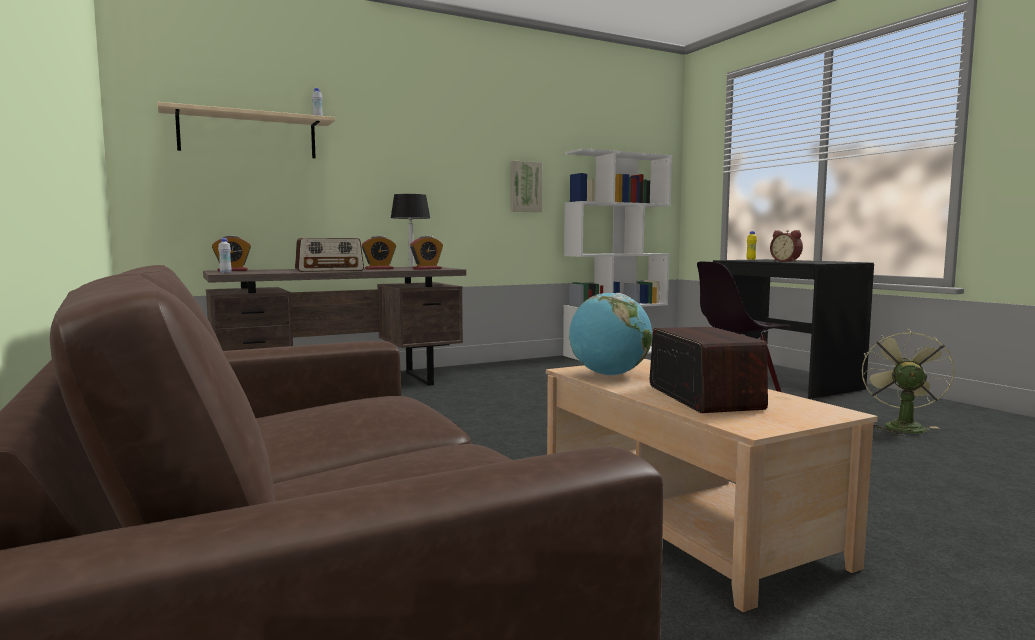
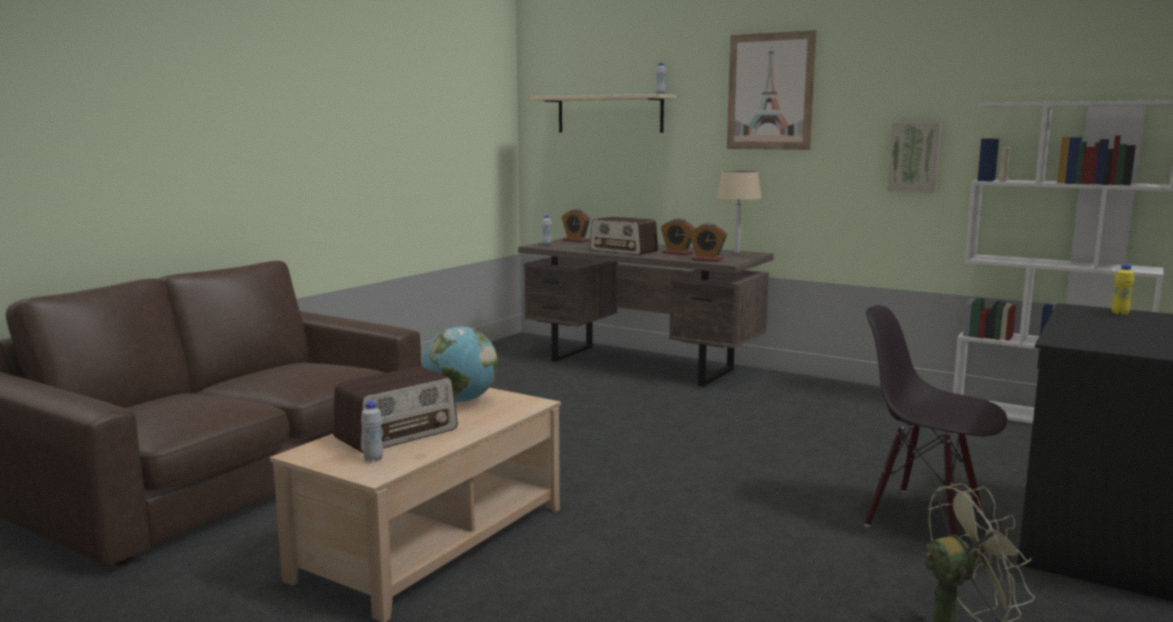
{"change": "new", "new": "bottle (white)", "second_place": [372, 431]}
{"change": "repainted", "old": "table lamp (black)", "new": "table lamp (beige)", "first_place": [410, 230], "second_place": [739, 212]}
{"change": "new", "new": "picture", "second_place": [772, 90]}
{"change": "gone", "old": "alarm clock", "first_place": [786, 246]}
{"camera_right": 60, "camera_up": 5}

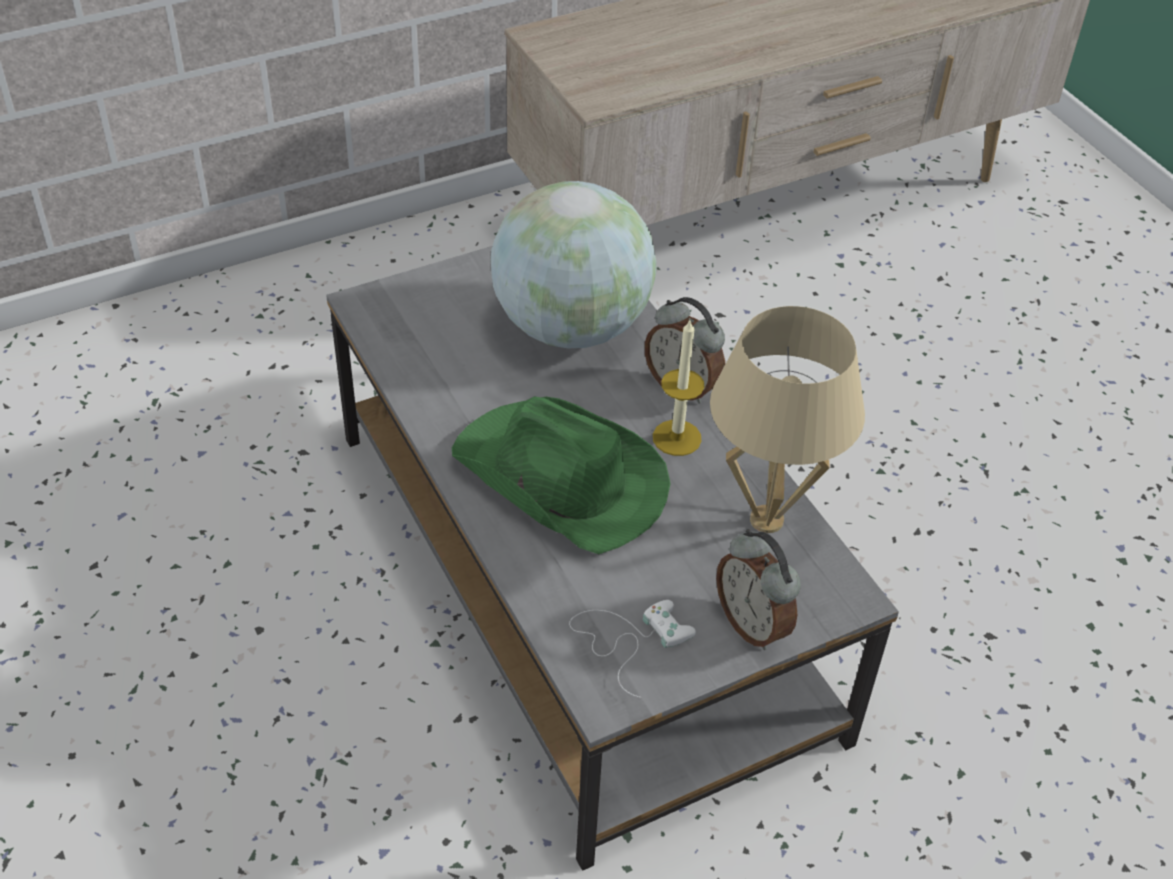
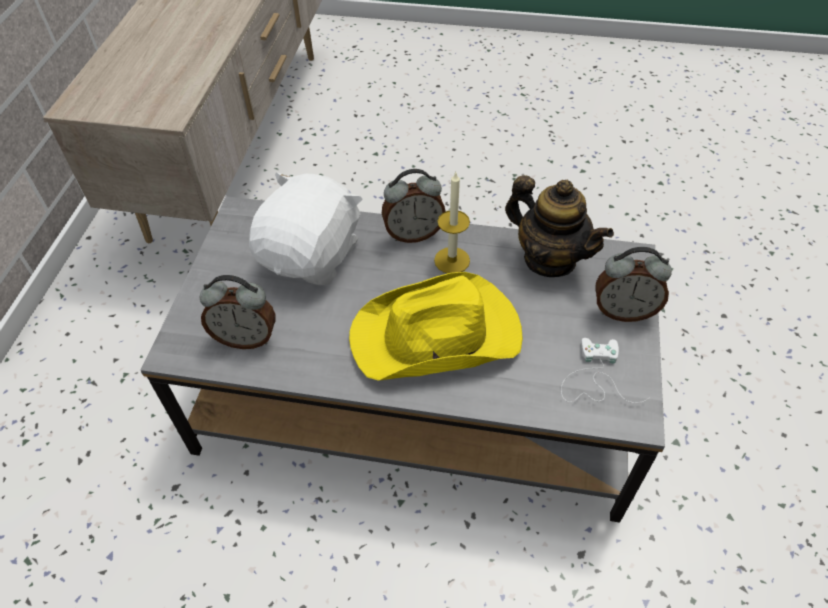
{"change": "new", "new": "alarm clock", "second_place": [237, 312]}
{"change": "swapped", "old": "globe", "new": "plush toy (white)", "first_place": [574, 264], "second_place": [306, 228]}
{"change": "repainted", "old": "hat (green)", "new": "hat (yellow)", "first_place": [561, 475], "second_place": [436, 326]}
{"change": "swapped", "old": "table lamp (beige)", "new": "teapot", "first_place": [787, 419], "second_place": [559, 226]}
{"camera_right": -50, "camera_up": 5}

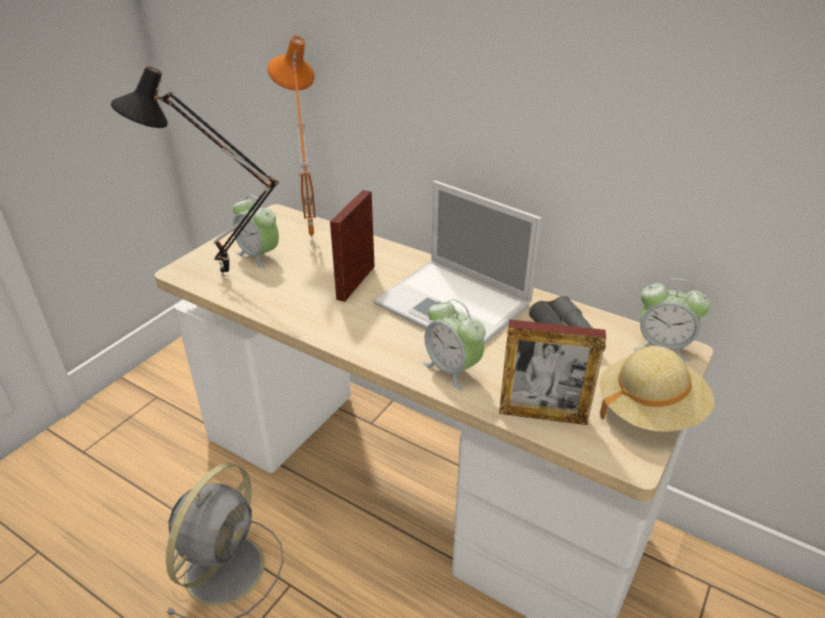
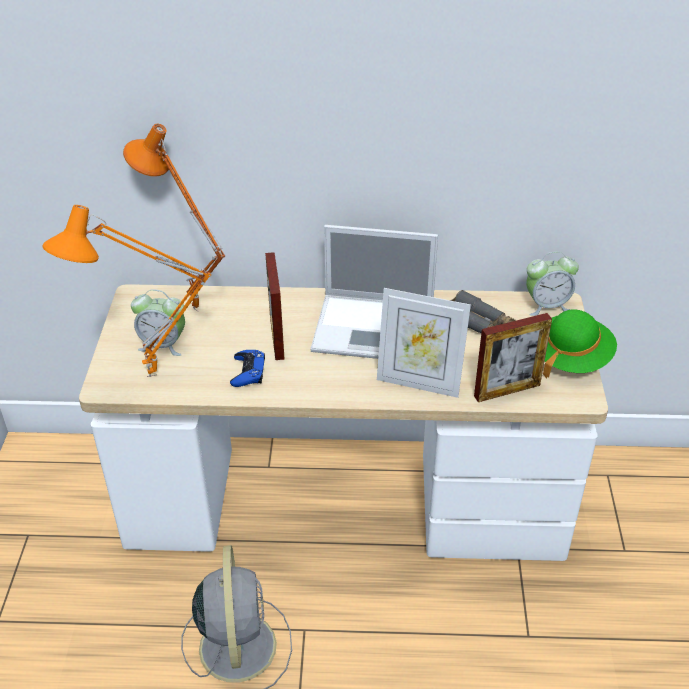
{"change": "repainted", "old": "table lamp (black)", "new": "table lamp (orange)", "first_place": [195, 171], "second_place": [126, 291]}
{"change": "new", "new": "game controller (blue)", "second_place": [247, 368]}
{"change": "swapped", "old": "alarm clock", "new": "picture frame", "first_place": [454, 345], "second_place": [424, 343]}
{"change": "repainted", "old": "hat (beige)", "new": "hat (green)", "first_place": [656, 389], "second_place": [580, 343]}
{"camera_right": -30, "camera_up": 5}

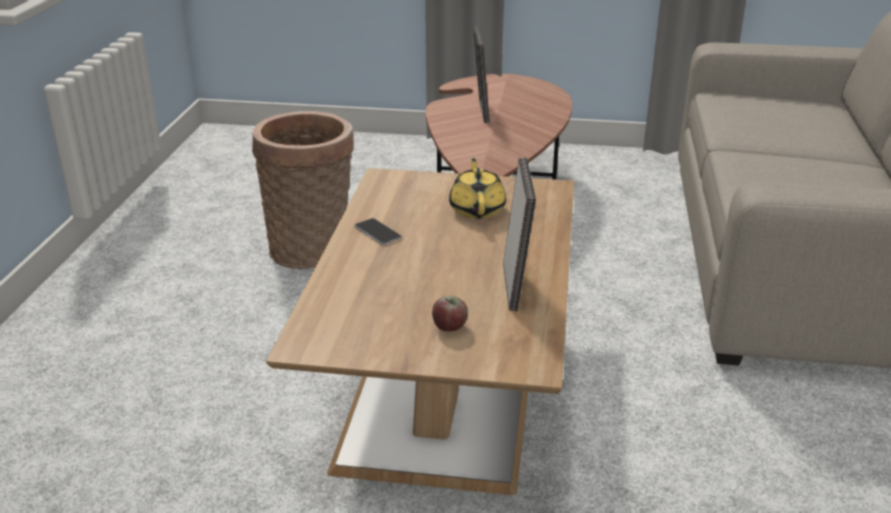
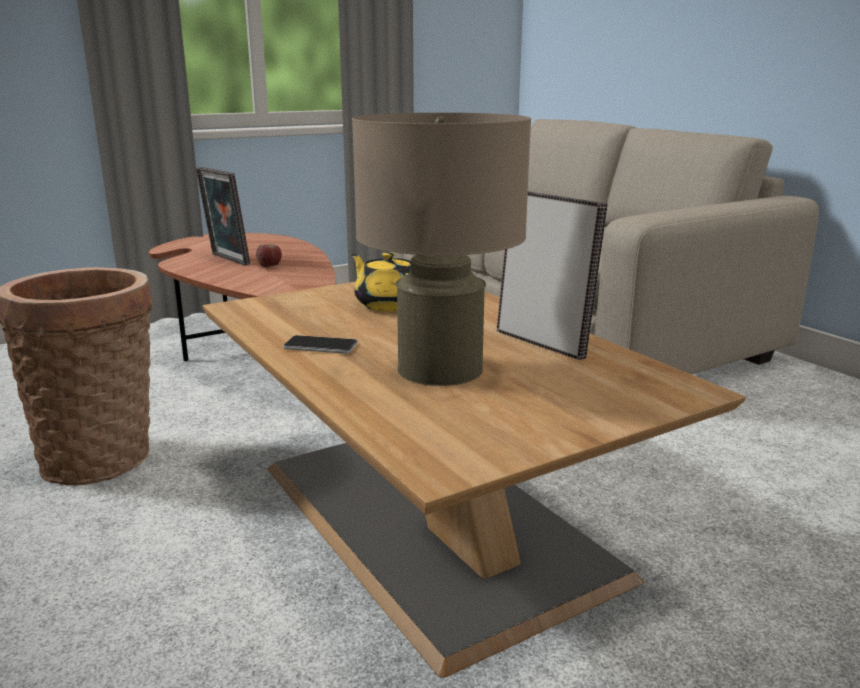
{"change": "shifted", "old": "apple", "first_place": [450, 313], "second_place": [269, 255]}
{"change": "new", "new": "table lamp (beige)", "second_place": [441, 249]}
{"camera_right": -40, "camera_up": -10}

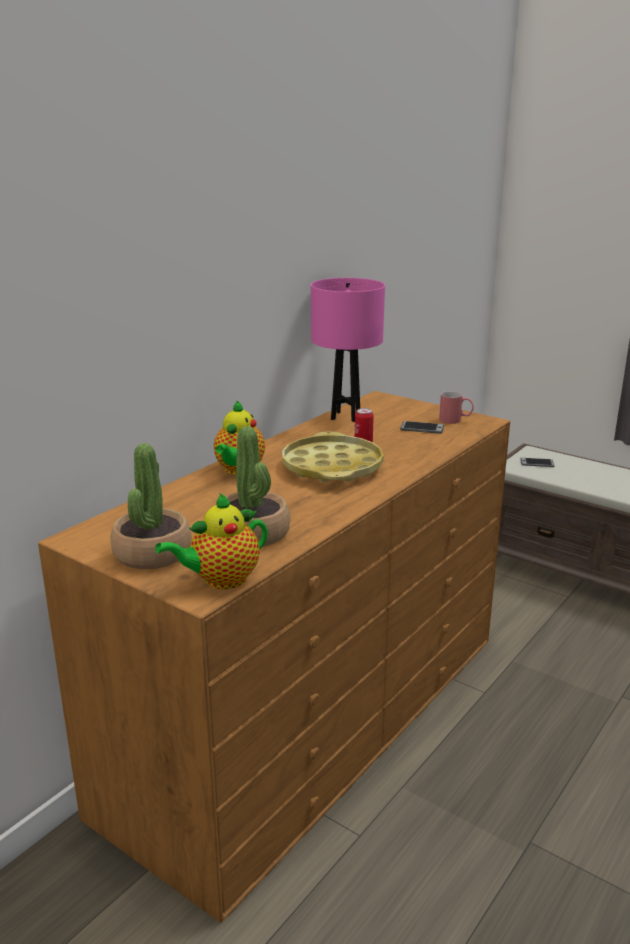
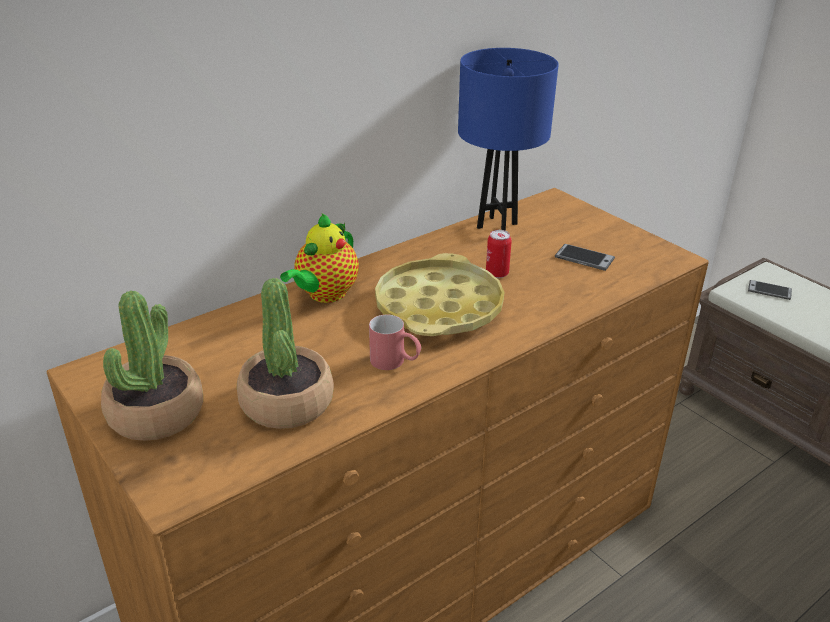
{"change": "shifted", "old": "mug (red)", "first_place": [456, 407], "second_place": [395, 342]}
{"change": "repainted", "old": "table lamp (pink)", "new": "table lamp (blue)", "first_place": [348, 350], "second_place": [508, 139]}
{"change": "gone", "old": "teapot", "first_place": [211, 541]}
{"camera_right": 15, "camera_up": 10}

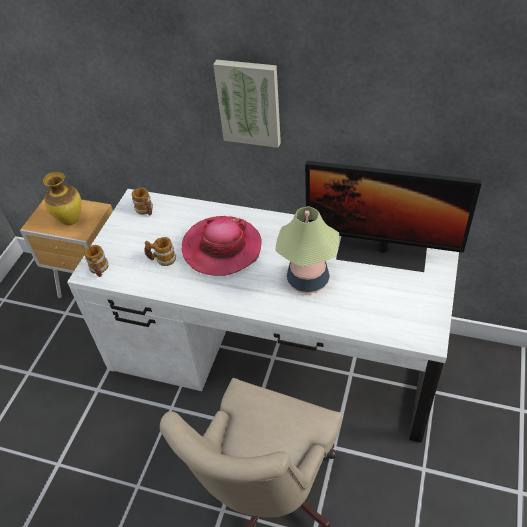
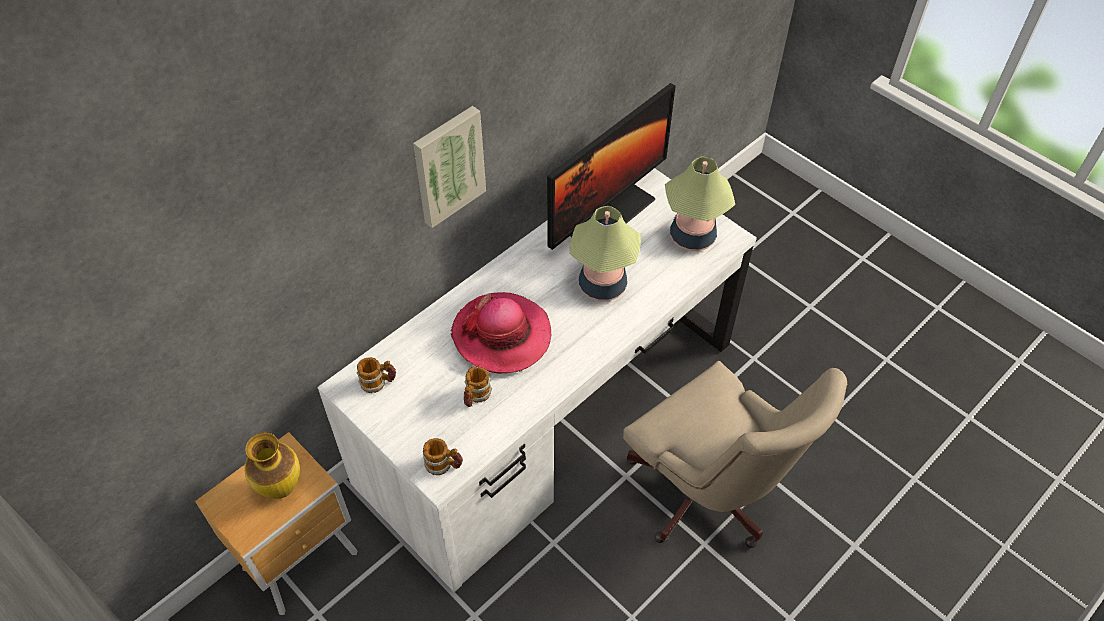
{"change": "new", "new": "table lamp", "second_place": [700, 203]}
{"camera_right": -65, "camera_up": 5}

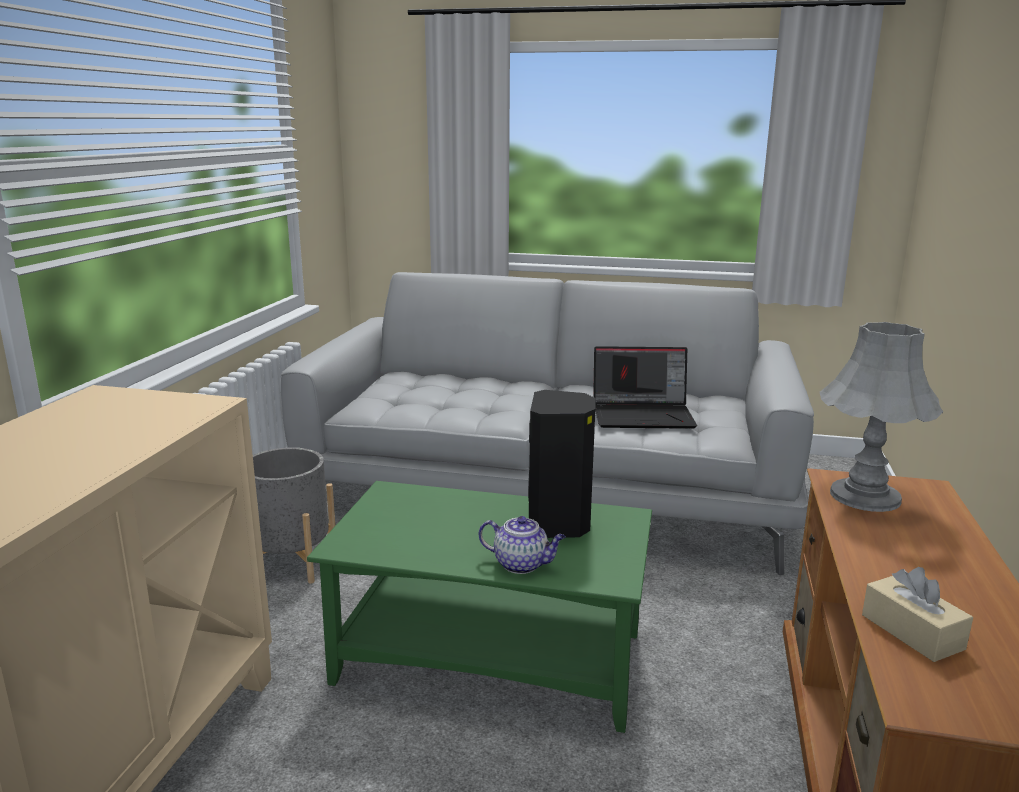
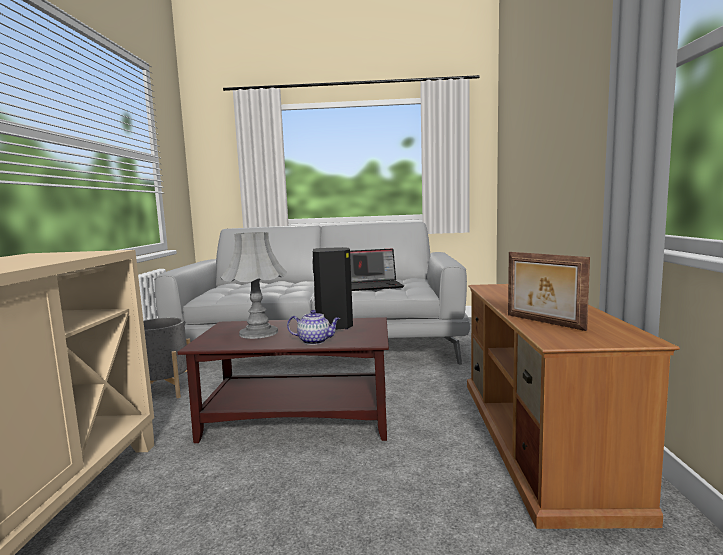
{"change": "repainted", "old": "coffee table (green)", "new": "coffee table (brown)", "first_place": [479, 607], "second_place": [283, 380]}
{"change": "shifted", "old": "table lamp (grey)", "first_place": [881, 417], "second_place": [254, 285]}
{"change": "swapped", "old": "tissue box (beige)", "new": "picture frame", "first_place": [917, 614], "second_place": [549, 291]}
{"camera_right": -10, "camera_up": -10}

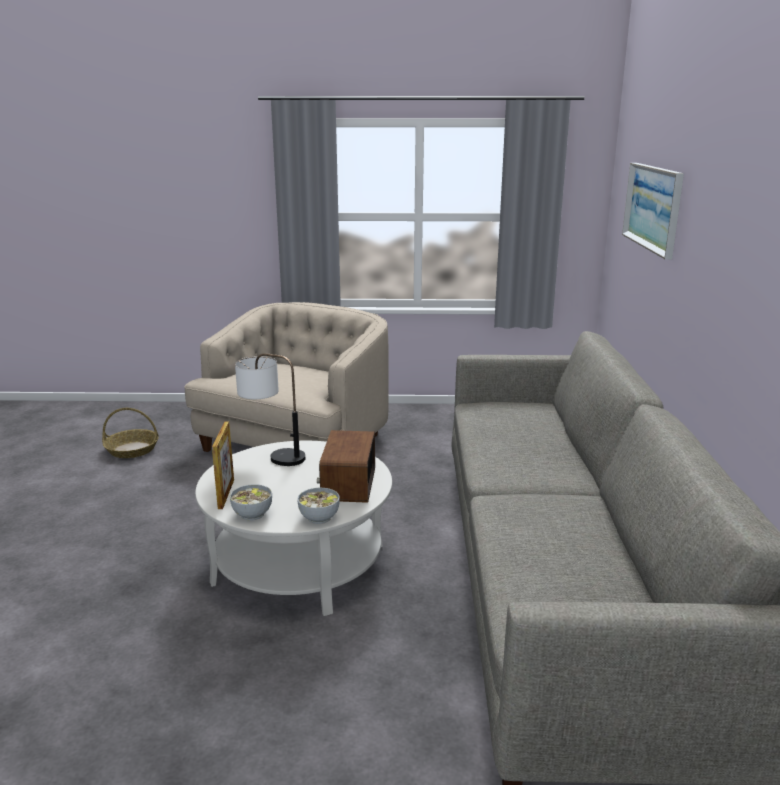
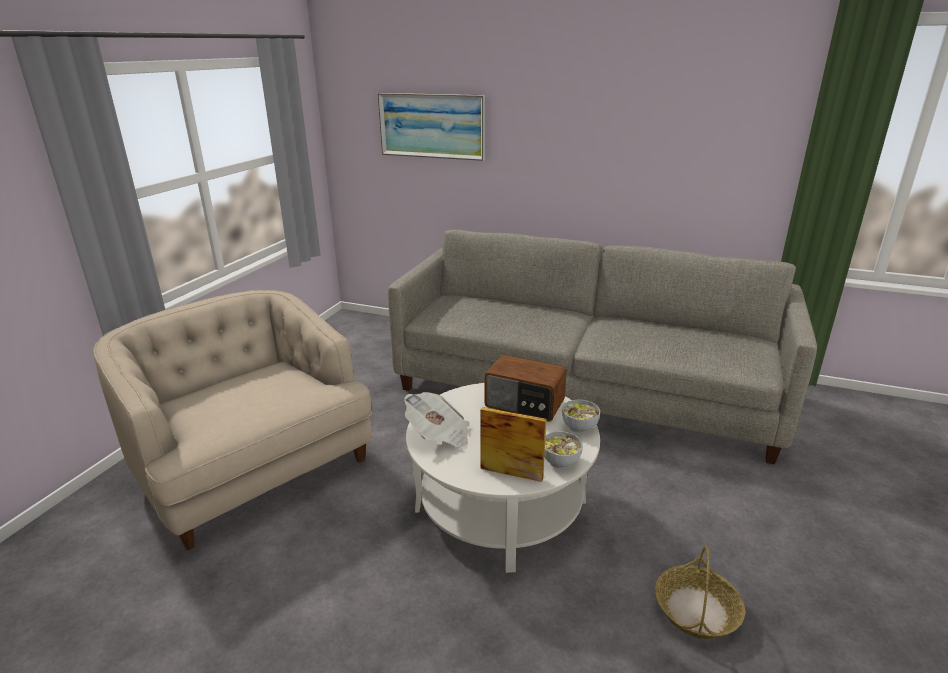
{"change": "swapped", "old": "table lamp", "new": "newspaper", "first_place": [270, 409], "second_place": [437, 420]}
{"change": "shifted", "old": "basket", "first_place": [130, 433], "second_place": [700, 592]}
{"camera_right": -70, "camera_up": 5}

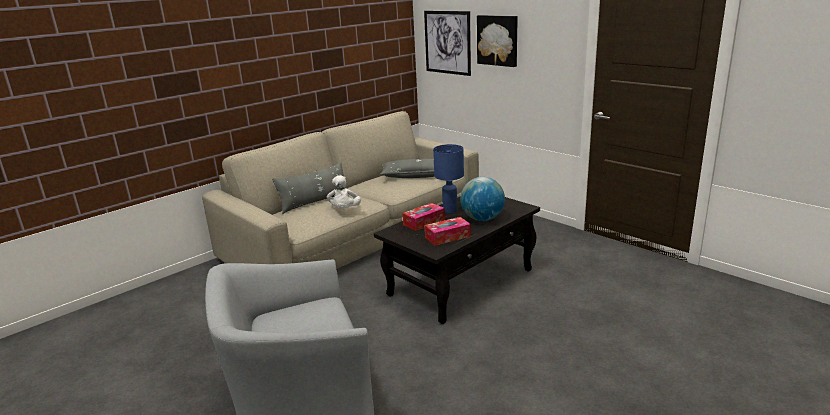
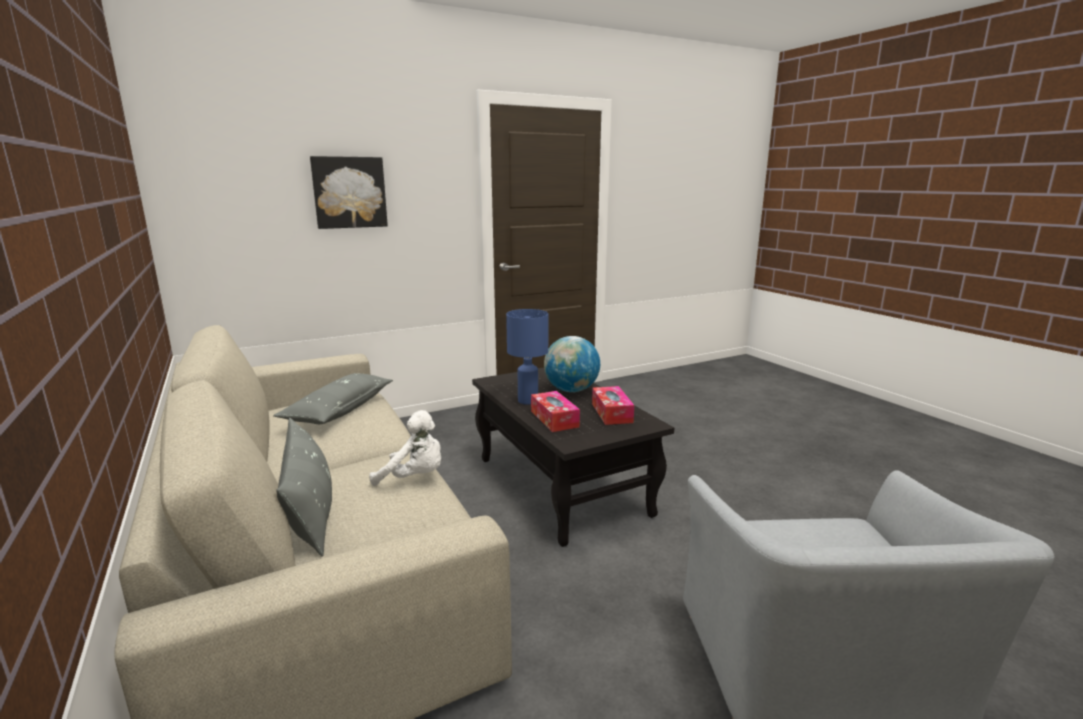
{"change": "gone", "old": "picture", "first_place": [447, 43]}
{"camera_right": -75, "camera_up": -5}

